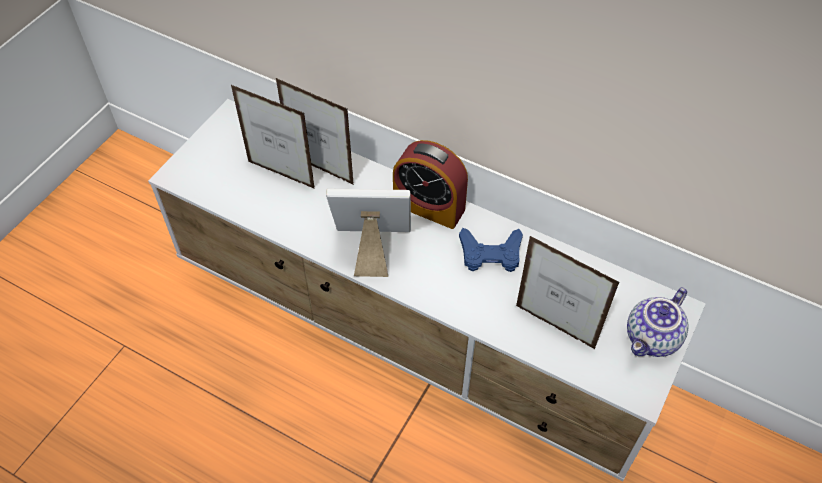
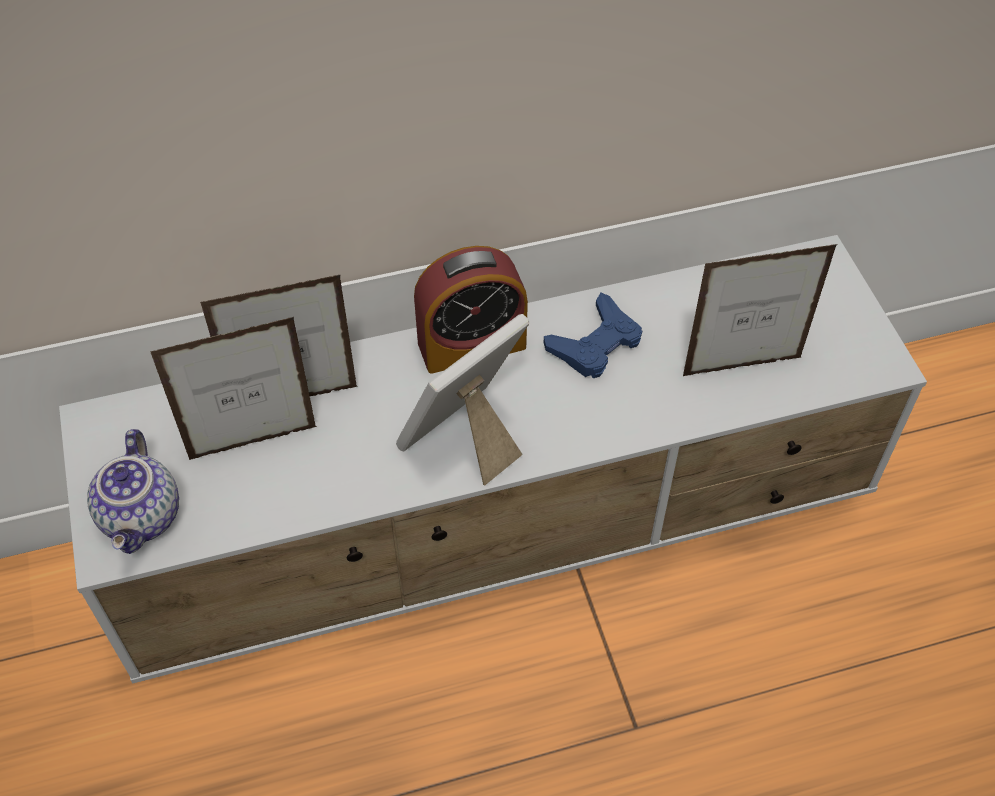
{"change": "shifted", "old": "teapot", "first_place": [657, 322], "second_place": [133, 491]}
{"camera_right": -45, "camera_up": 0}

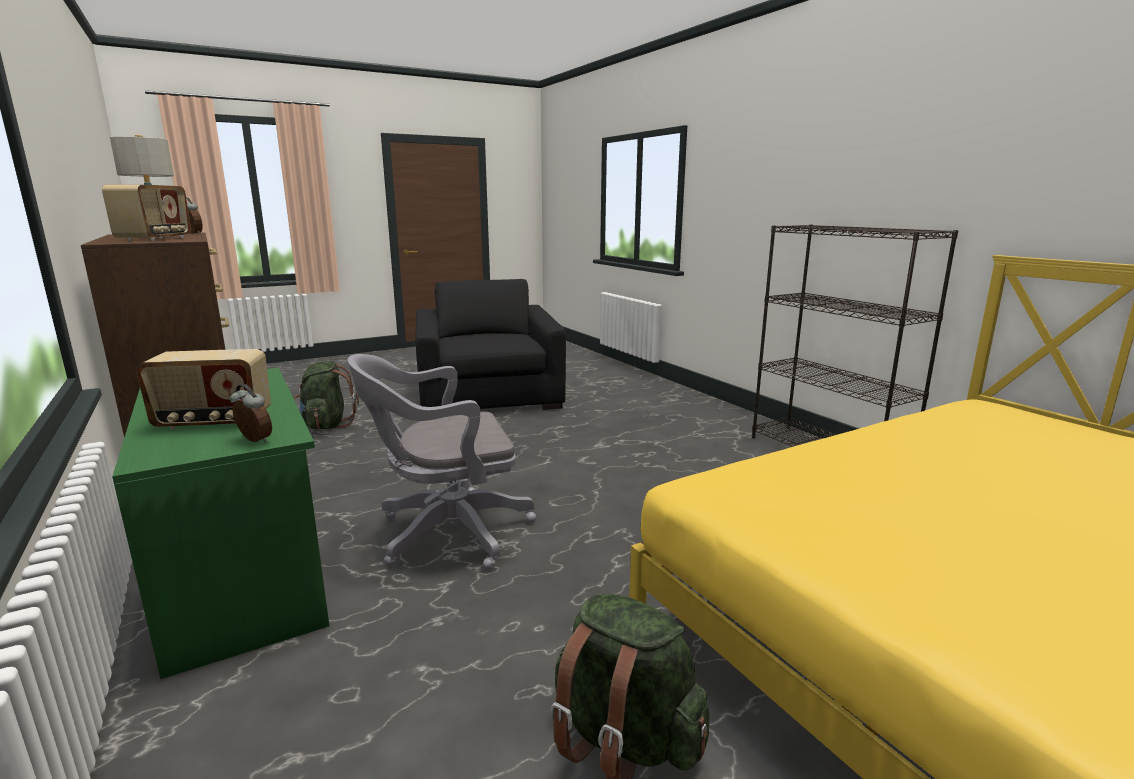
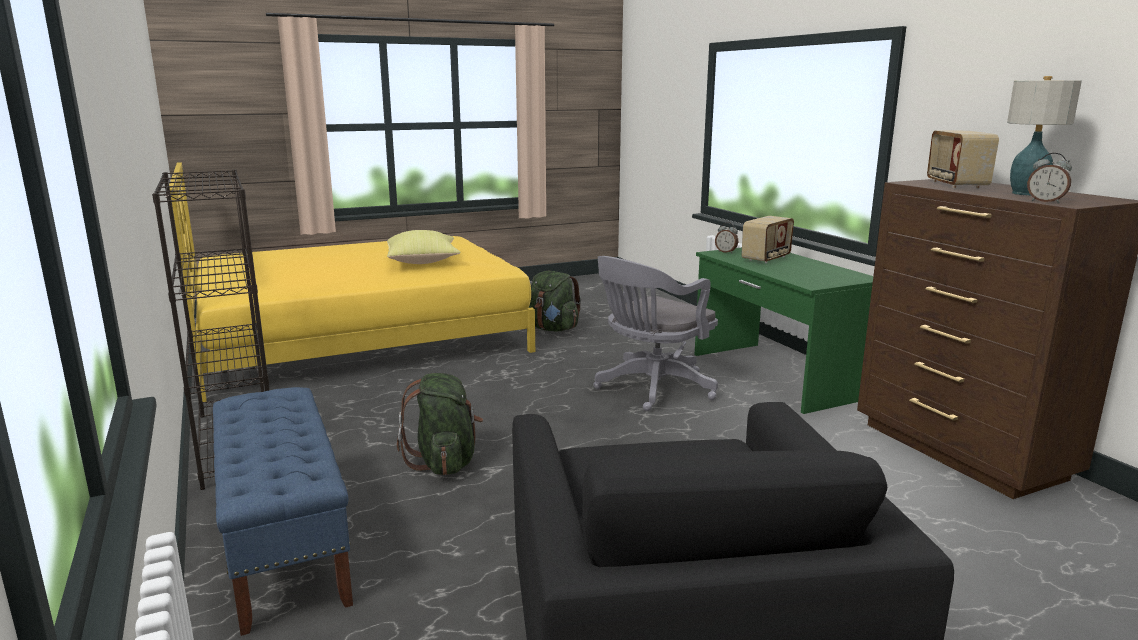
{"change": "new", "new": "bench (blue)", "second_place": [283, 511]}
{"change": "new", "new": "pillow (yellow)", "second_place": [424, 247]}
{"change": "shifted", "old": "backpack (green)", "first_place": [326, 395], "second_place": [440, 424]}
{"change": "rotated", "old": "office chair (grey)", "first_place": [442, 462], "second_place": [655, 333], "degrees": 150}
{"change": "rotated", "old": "radio", "first_place": [203, 389], "second_place": [767, 239], "degrees": 135}
{"camera_right": -175, "camera_up": 0}

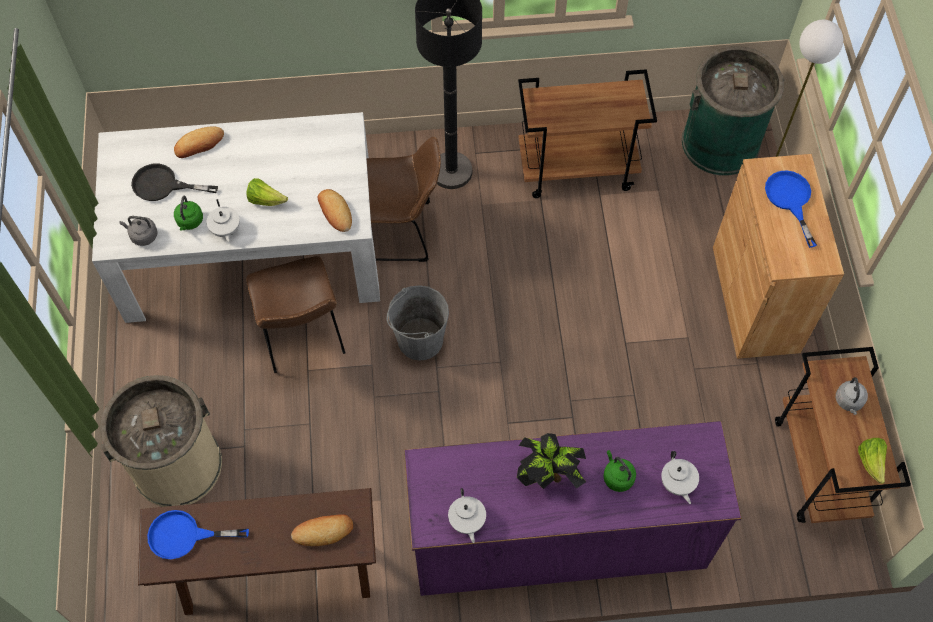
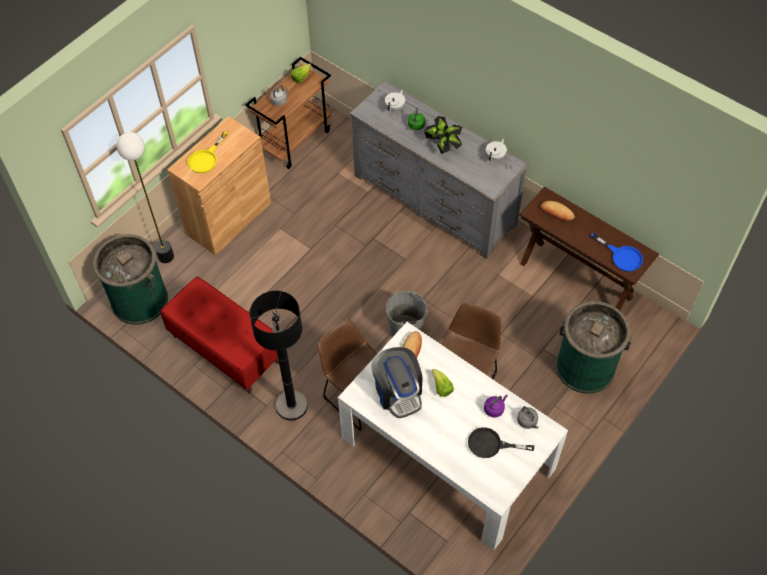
{"change": "swapped", "old": "cart (brown)", "new": "bench (red)", "first_place": [587, 133], "second_place": [220, 335]}
{"change": "repainted", "old": "frying pan (blue)", "new": "frying pan (yellow)", "first_place": [791, 209], "second_place": [208, 152]}
{"change": "repainted", "old": "dresser (purple)", "new": "dresser (grey)", "first_place": [573, 508], "second_place": [439, 170]}
{"change": "new", "new": "coffee machine", "second_place": [397, 382]}
{"change": "rotated", "old": "frying pan (black)", "first_place": [174, 182], "second_place": [501, 442], "degrees": 135}
{"change": "repainted", "old": "kettle (green)", "new": "kettle (purple)", "first_place": [188, 213], "second_place": [496, 406]}
{"change": "repainted", "old": "trash can (beige)", "new": "trash can (green)", "first_place": [161, 441], "second_place": [594, 347]}
{"change": "gone", "old": "bread", "first_place": [199, 142]}
{"change": "gone", "old": "teapot (white)", "first_place": [223, 220]}
{"camera_right": -135, "camera_up": -5}

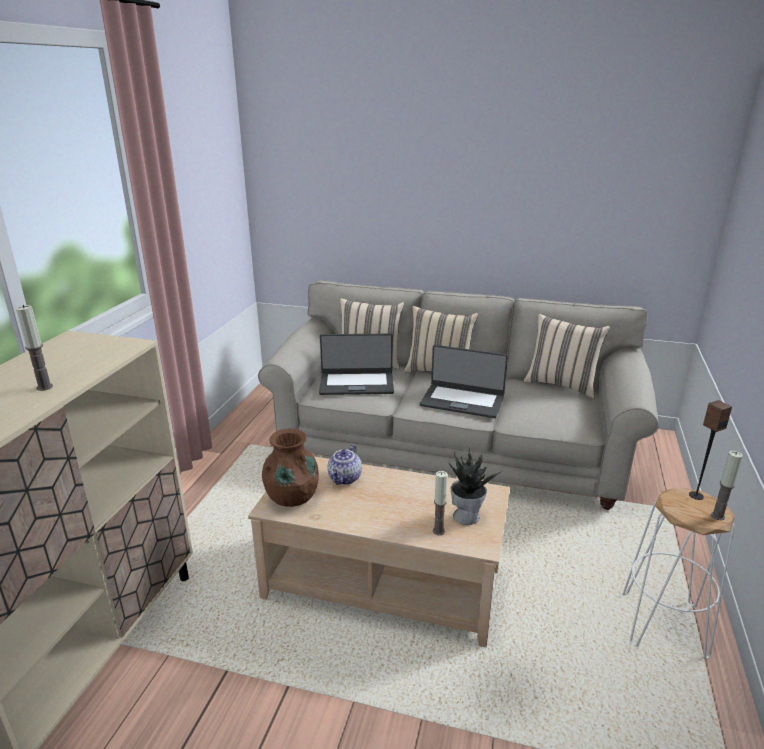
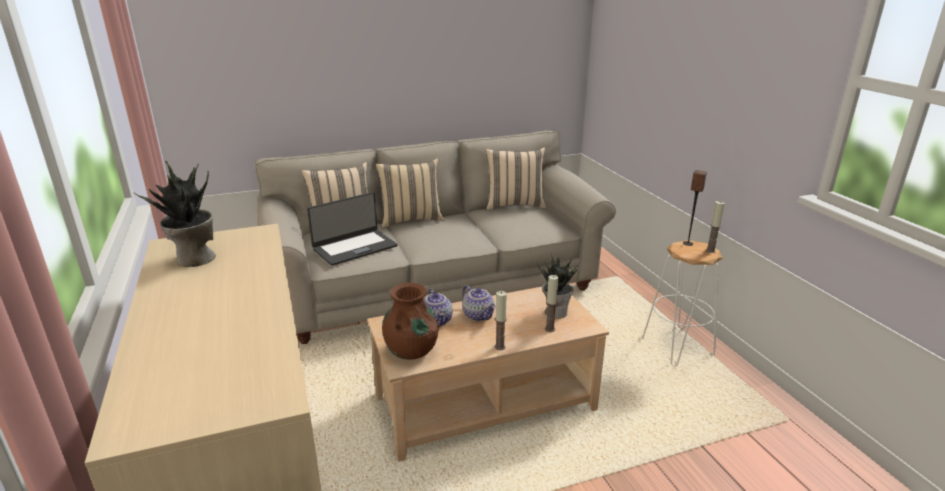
{"change": "new", "new": "potted plant", "second_place": [174, 213]}
{"change": "new", "new": "teapot", "second_place": [479, 303]}
{"change": "shifted", "old": "candle", "first_place": [34, 348], "second_place": [501, 320]}
{"change": "gone", "old": "laptop", "first_place": [464, 381]}
{"camera_right": -35, "camera_up": 0}

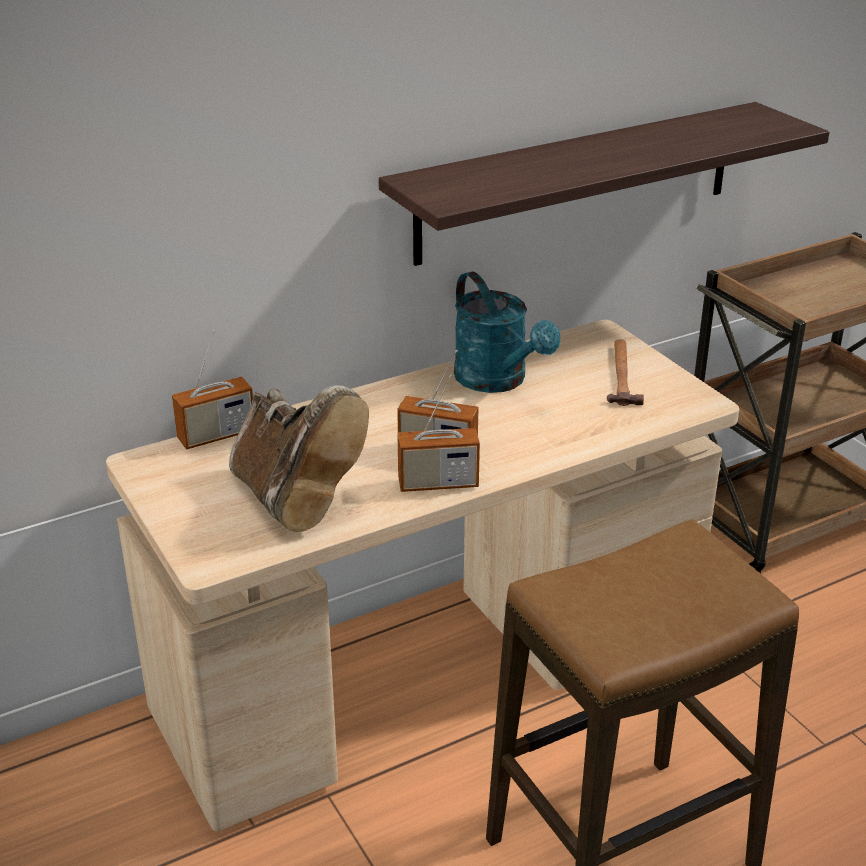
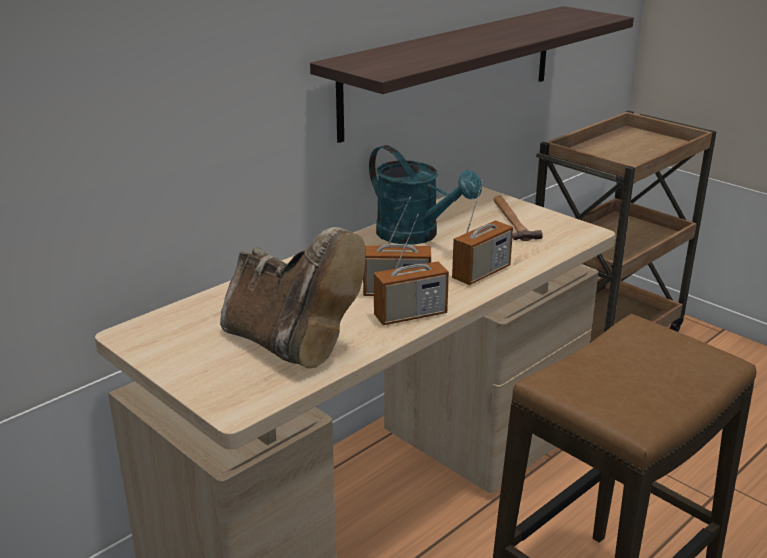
{"change": "shifted", "old": "radio", "first_place": [212, 390], "second_place": [482, 232]}
{"camera_right": -15, "camera_up": -5}

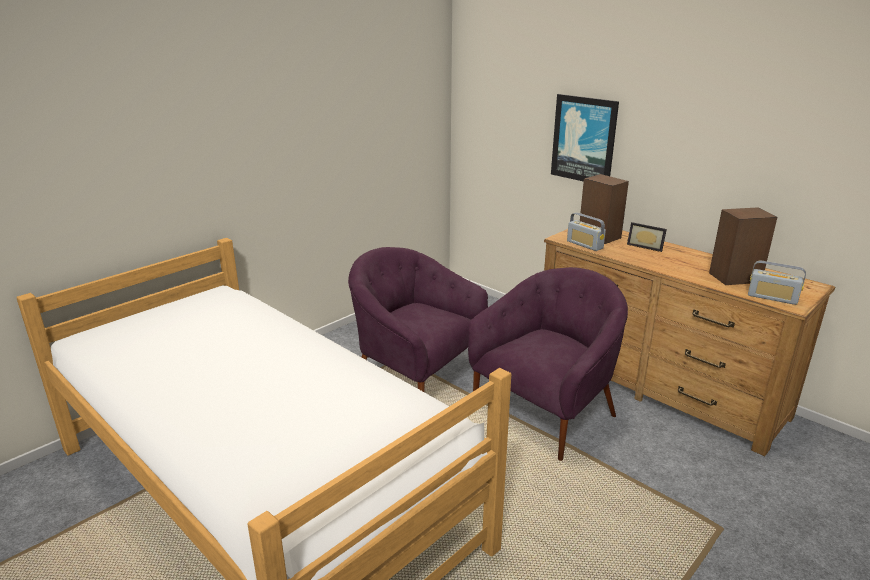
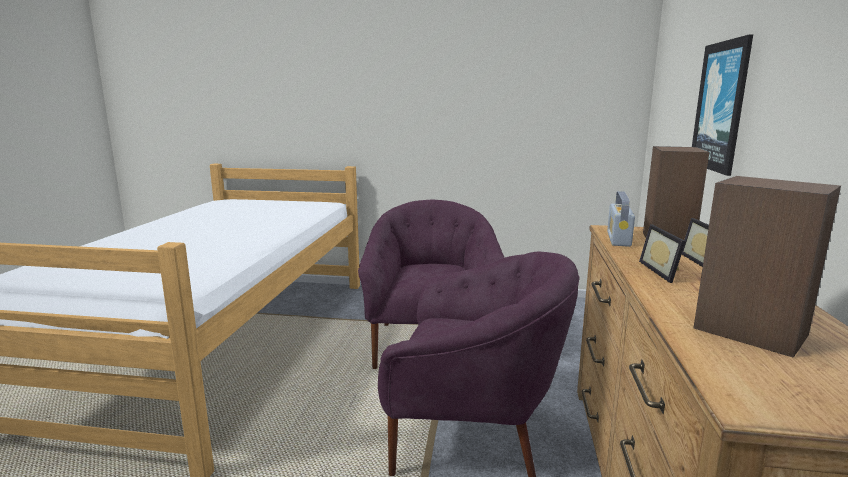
{"change": "new", "new": "picture frame", "second_place": [662, 253]}
{"change": "gone", "old": "radio", "first_place": [777, 283]}
{"camera_right": 55, "camera_up": -10}

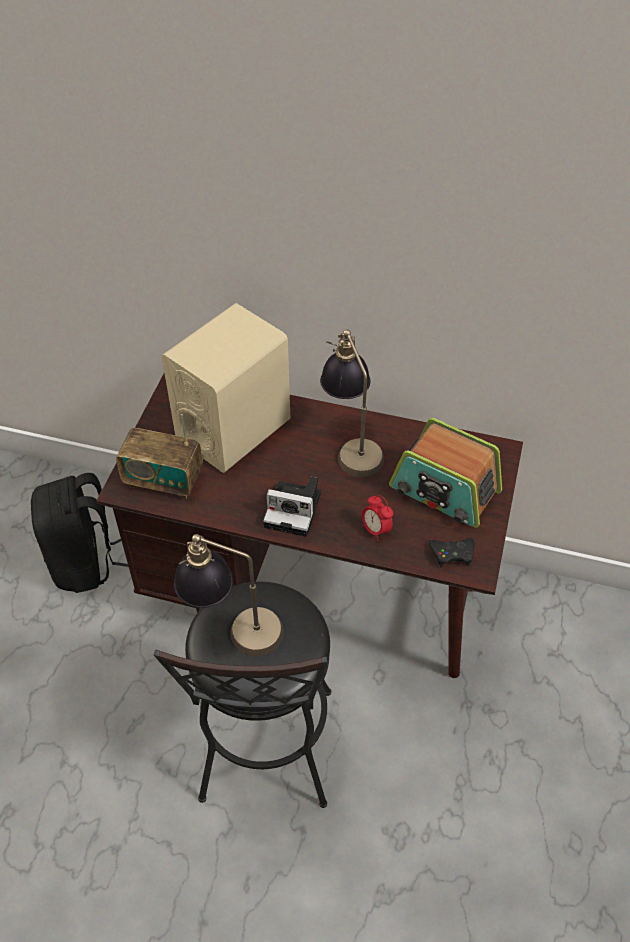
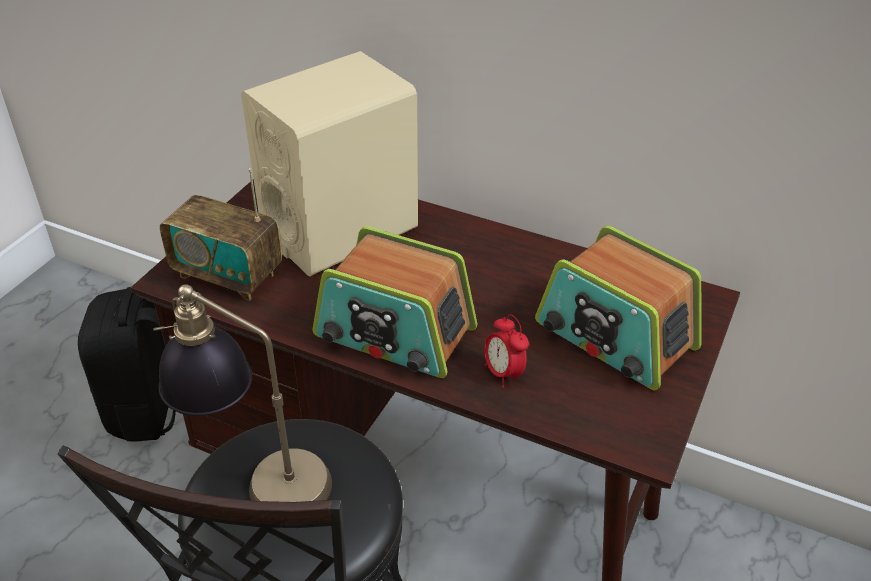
{"change": "swapped", "old": "photo camera", "new": "radio", "first_place": [292, 507], "second_place": [394, 302]}
{"change": "gone", "old": "table lamp", "first_place": [352, 403]}
{"change": "gone", "old": "game controller (black)", "first_place": [451, 553]}
{"camera_right": 10, "camera_up": -10}

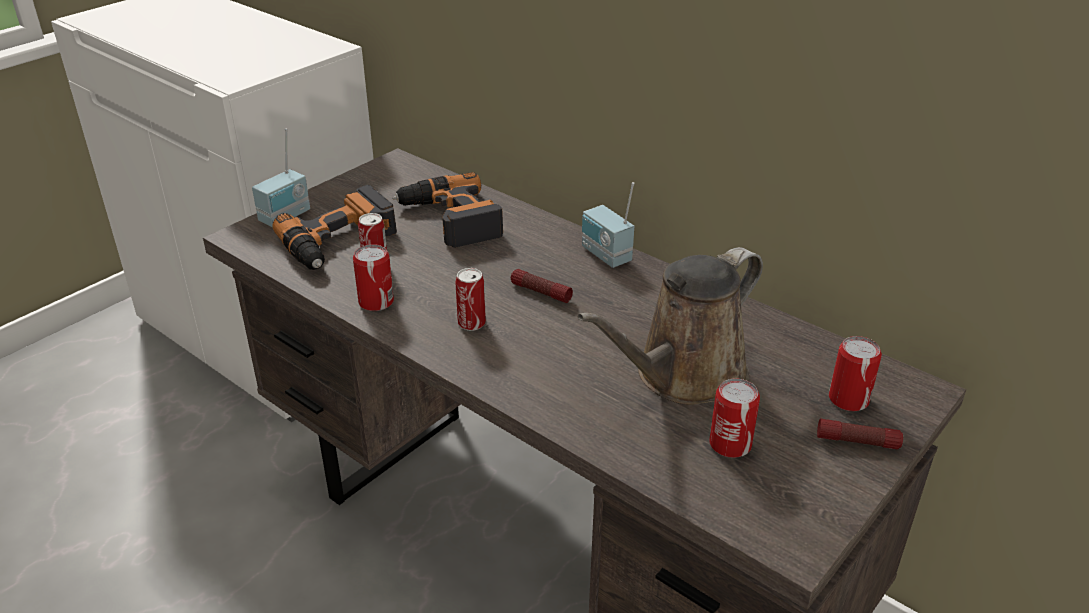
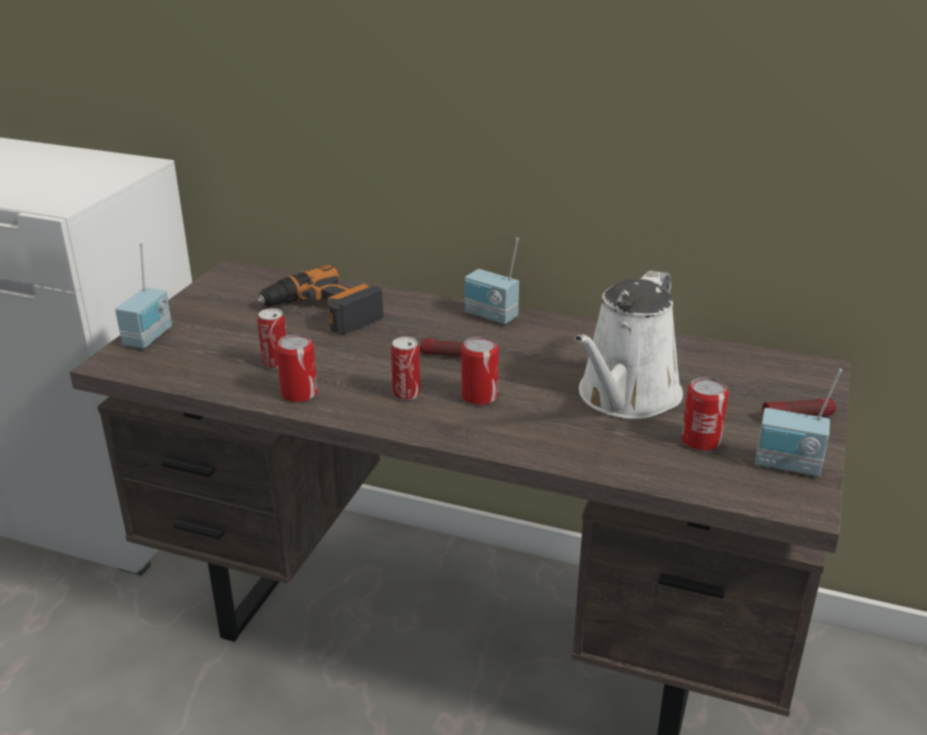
{"change": "shifted", "old": "can", "first_place": [855, 373], "second_place": [480, 370]}
{"change": "repainted", "old": "watering can (brown)", "new": "watering can (white)", "first_place": [670, 326], "second_place": [628, 344]}
{"change": "new", "new": "radio", "second_place": [798, 422]}
{"change": "gone", "old": "power drill", "first_place": [334, 227]}
{"camera_right": -20, "camera_up": -5}

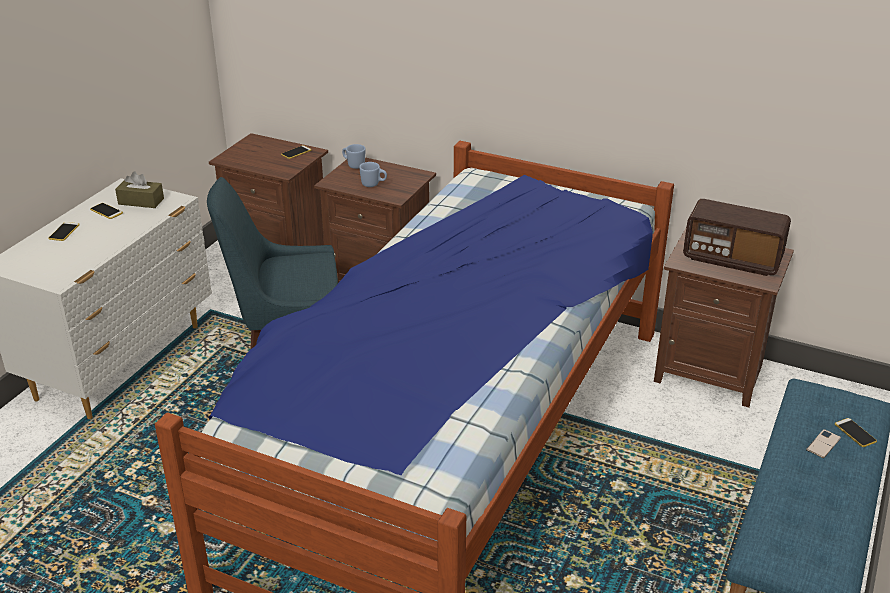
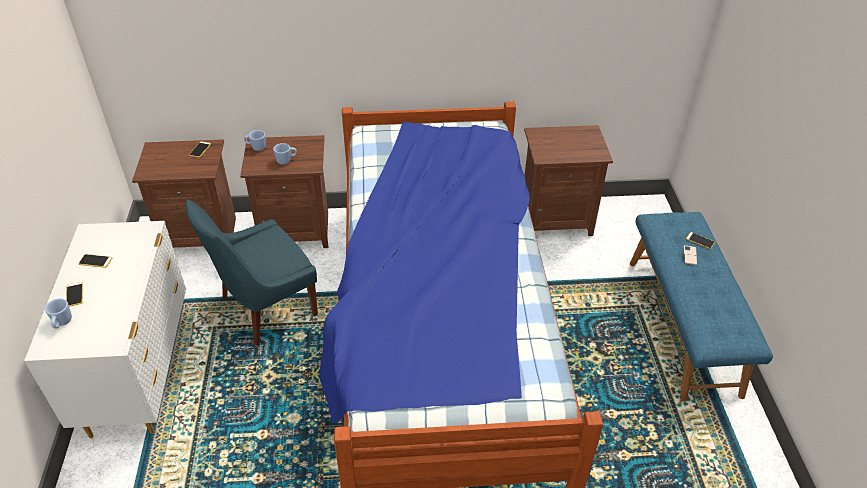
{"change": "new", "new": "mug (blue)", "second_place": [58, 313]}
{"change": "gone", "old": "tissue box (brown)", "first_place": [139, 189]}
{"change": "gone", "old": "radio", "first_place": [737, 237]}
{"camera_right": -30, "camera_up": 10}

